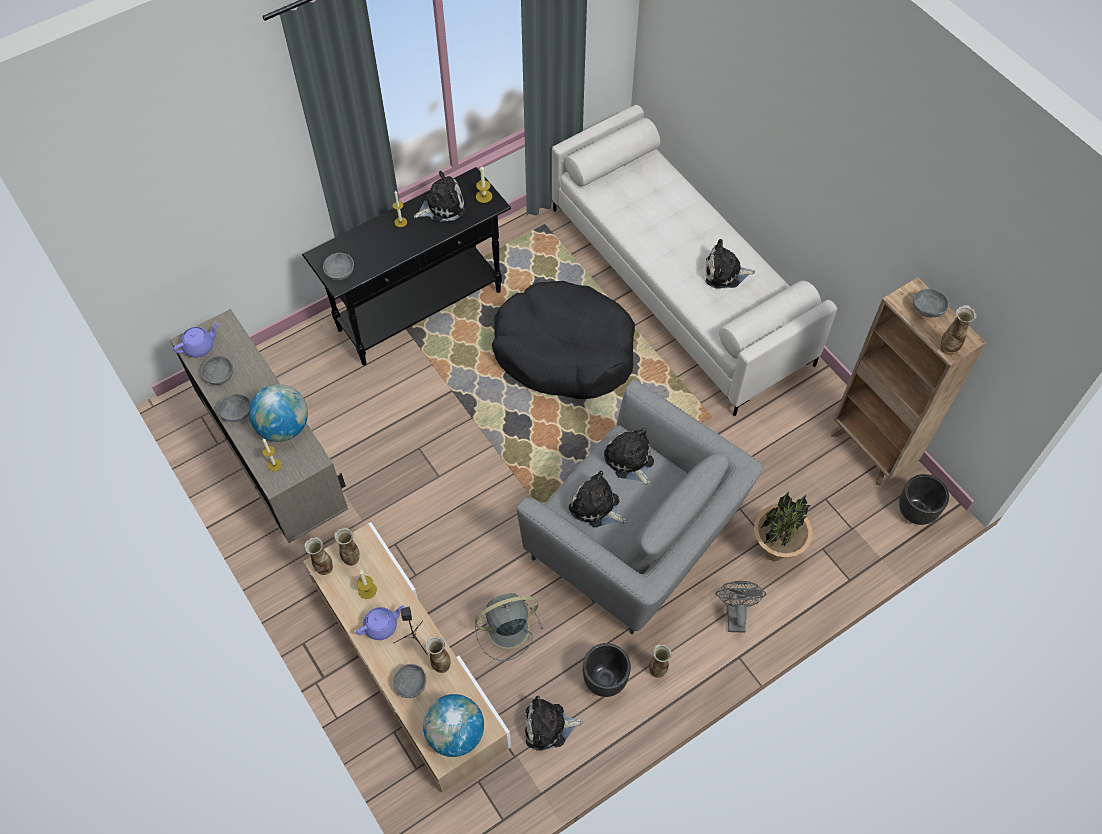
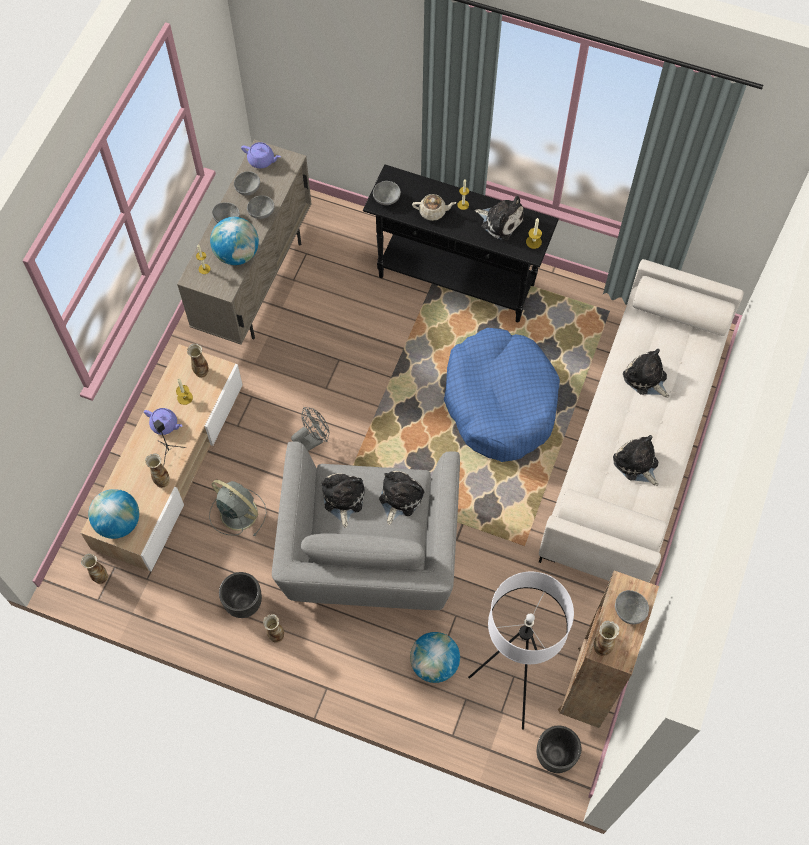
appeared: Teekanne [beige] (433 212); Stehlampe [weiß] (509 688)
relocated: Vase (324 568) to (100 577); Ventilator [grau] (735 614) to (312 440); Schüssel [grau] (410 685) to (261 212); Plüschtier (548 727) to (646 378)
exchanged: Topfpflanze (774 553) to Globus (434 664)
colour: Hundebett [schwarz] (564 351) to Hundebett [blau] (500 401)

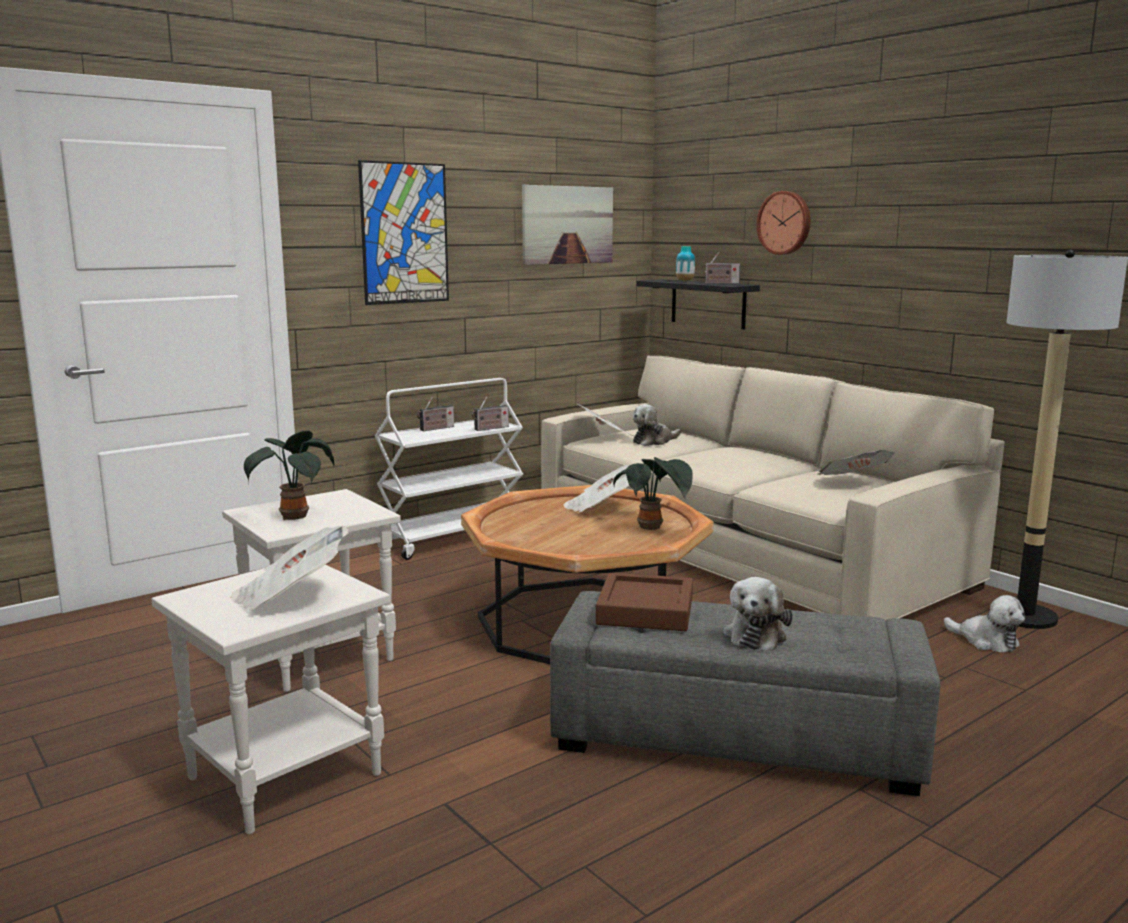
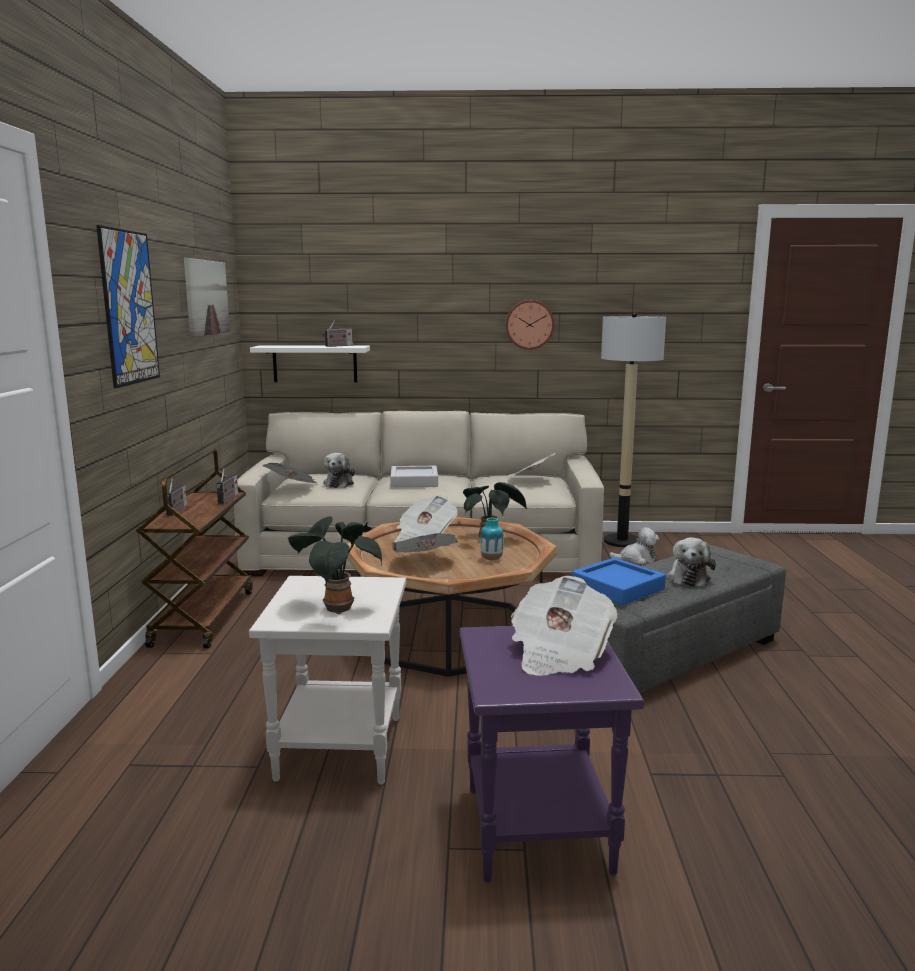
appeared: Tablett [grau] (414 481); Zeitung (424 561)
relocated: Wanduhr (785 223) to (529 324); Vase (685 281) to (491 559)
colour: Wandregal [schwarz] (708 303) to Wandregal [weiß] (315 363); Rollwagen [weiß] (452 538) to Rollwagen [braun] (203 617); Beistelltisch [weiß] (285 774) to Beistelltisch [lila] (534 828); Tablett [braun] (645 611) to Tablett [blau] (617 587)
spun: Plüschtier (756 635) = (688 577) 45 degrees clockwise

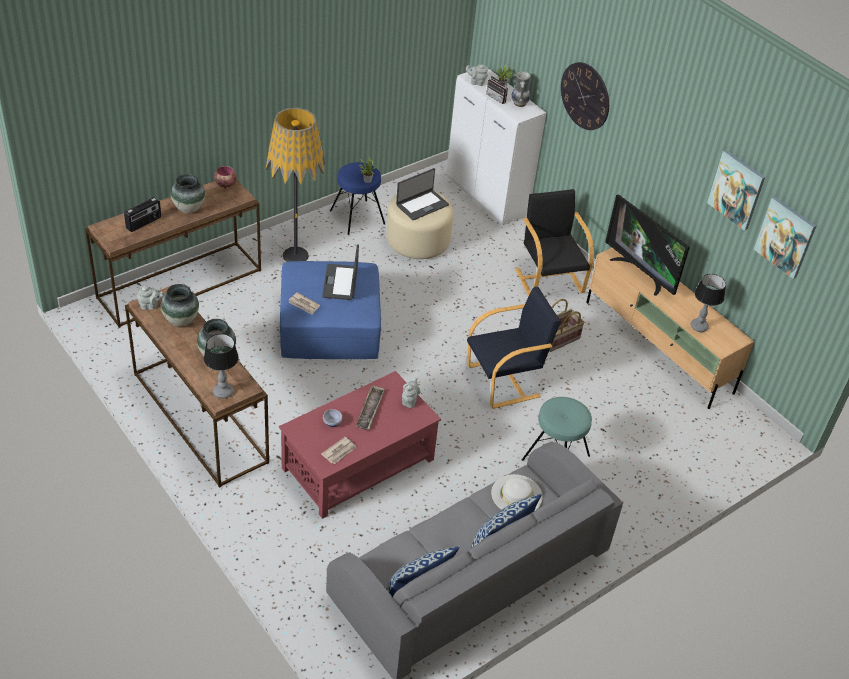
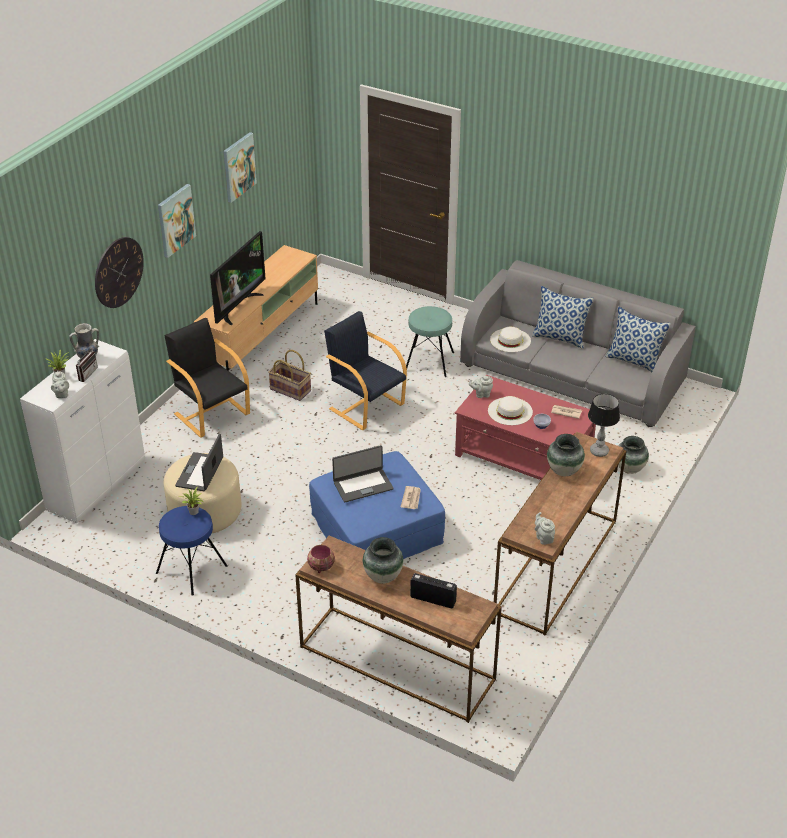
missing: Stehlampe (295 255); Tischlampe (698 327)
relocated: Bild (785 237) to (175 220); Vase (181 320) to (629 468)
exchanged: Tablett (370 410) to Hut [weiß] (510 411)
spun: Laptop (422 205) = (200 472) 105 degrees counterclockwise; Sessel [schwarz] (549 280) = (211 413) 90 degrees clockwise

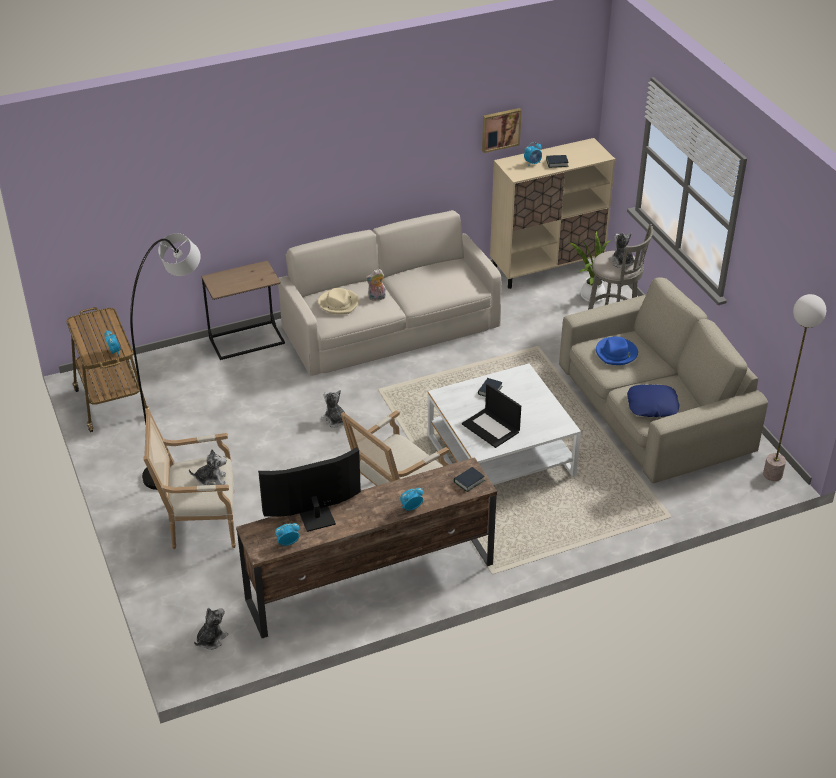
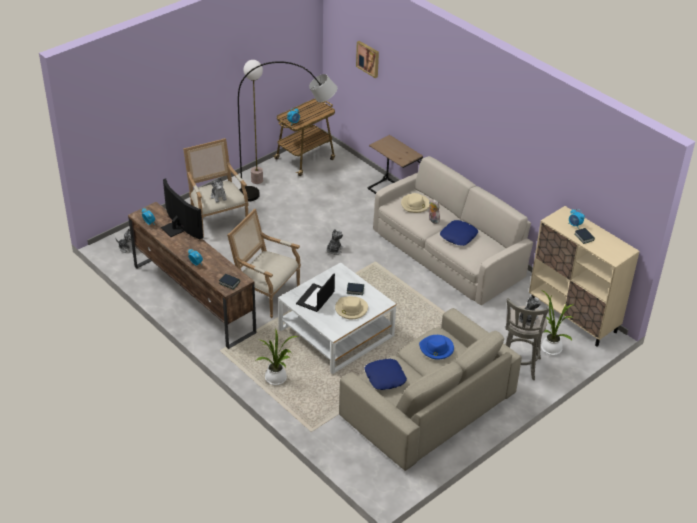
appeared: Kissen [blau] (459 236); Hut [beige] (351 309); Topfpflanze (277 379)
relocated: Bild (500 129) to (368 58); Stehlampe (773 474) to (256 180)

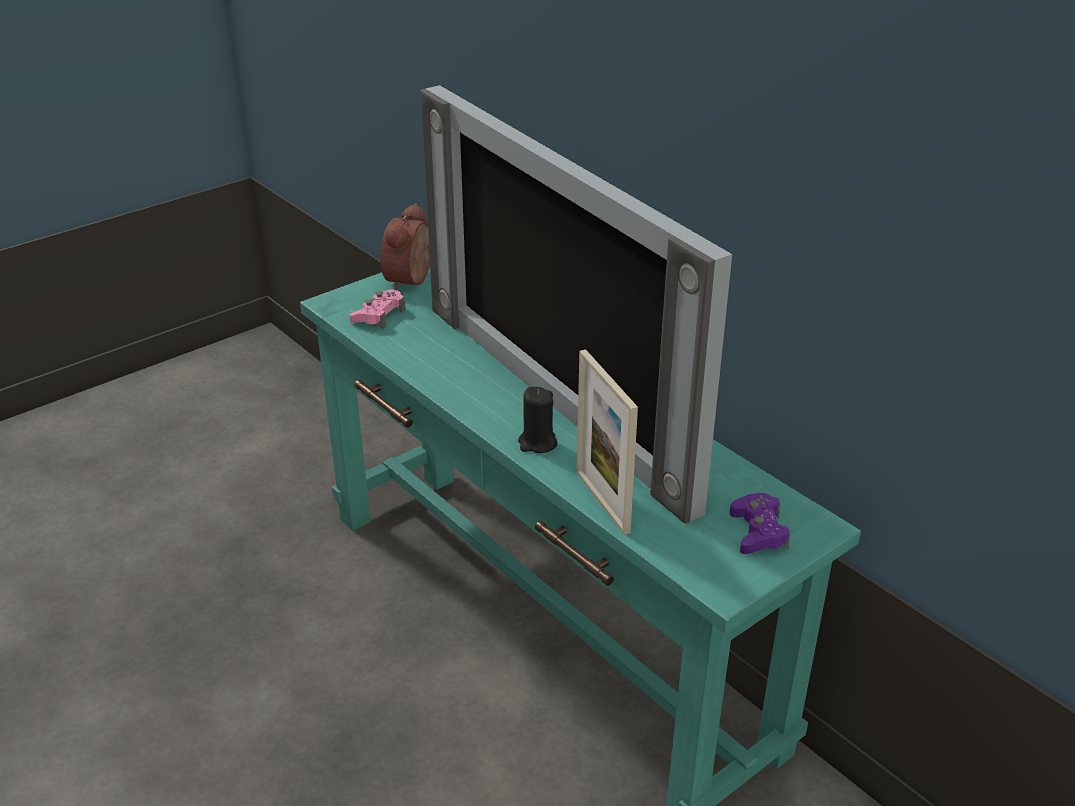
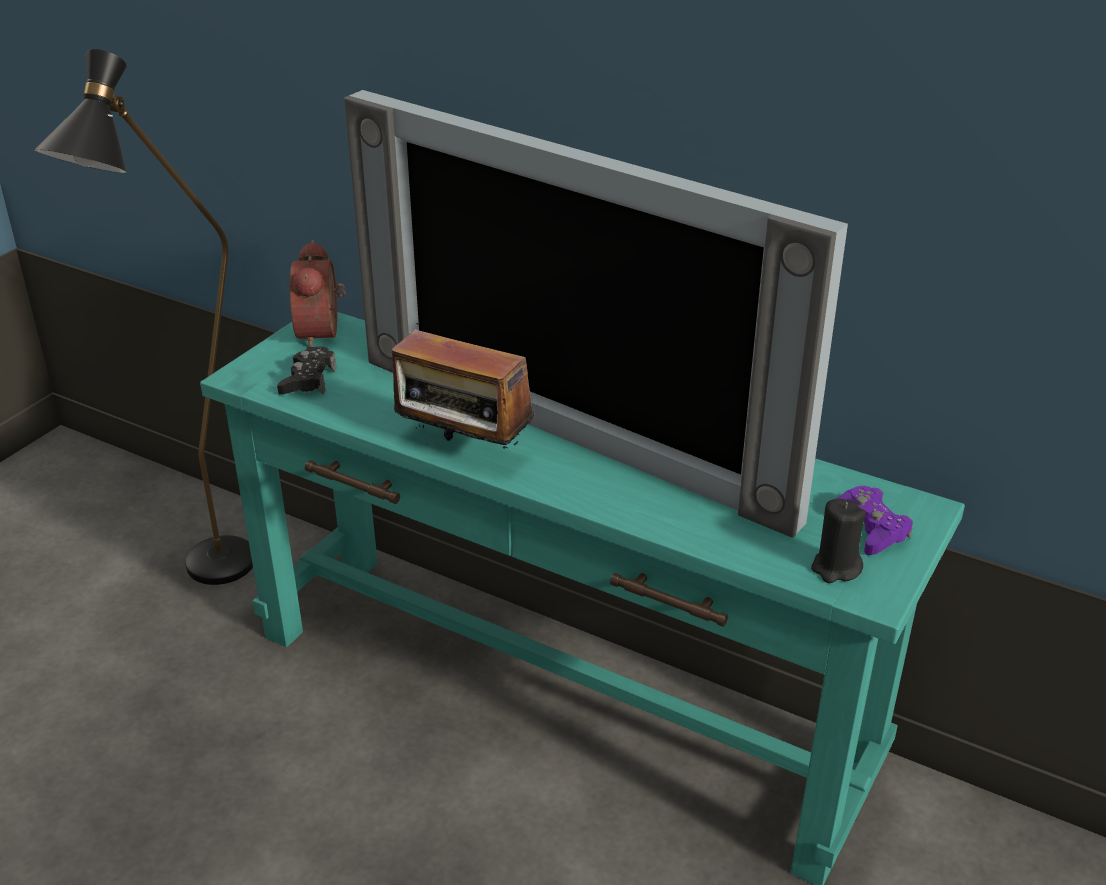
missing: Bilderrahmen (602 501)
appeared: Stehlampe [schwarz] (207 579); Radio (463 451)
relocated: Kerze [schwarz] (537 443) to (835 568)
colour: Gamepad [rosa] (378 315) to Gamepad [schwarz] (308 380)

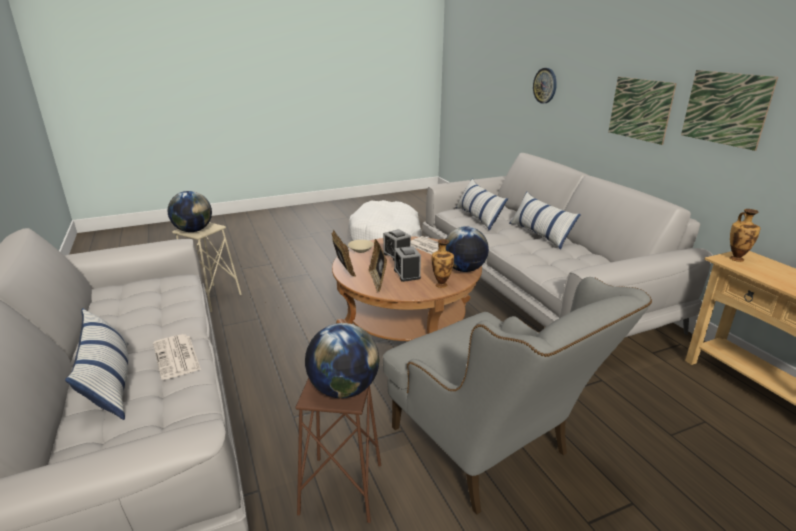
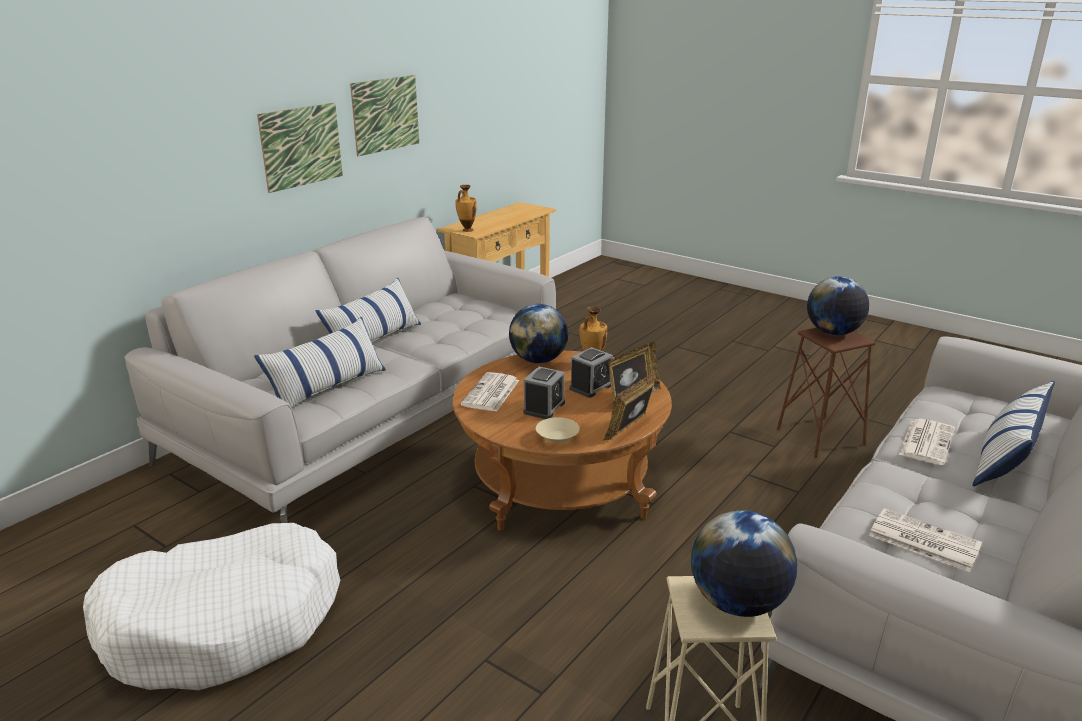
missing: Wanduhr (545 85); Sessel [grau] (490 451)
appeared: Zeitung (922 540)

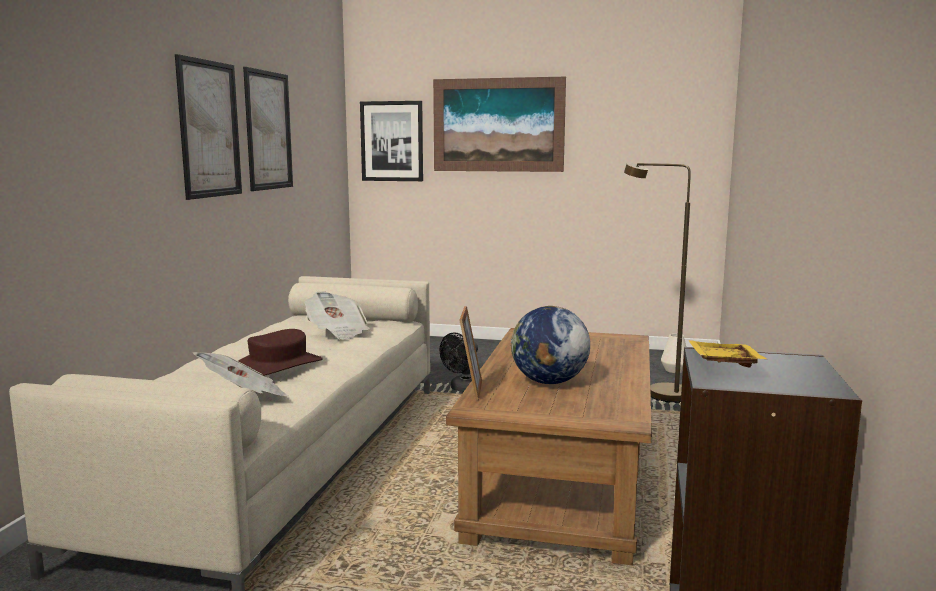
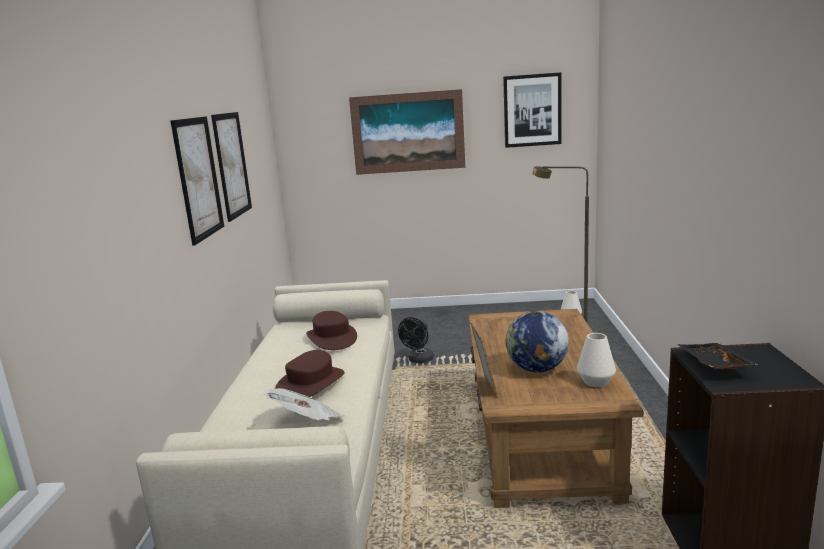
appeared: Vase [weiß] (596 381)
relocated: Bild (392 141) to (532 110)
exchanged: Zeitung (337 332) to Hut [braun] (332 338)
colour: Tablett [gelb] (721 364) to Tablett [schwarz] (712 365)

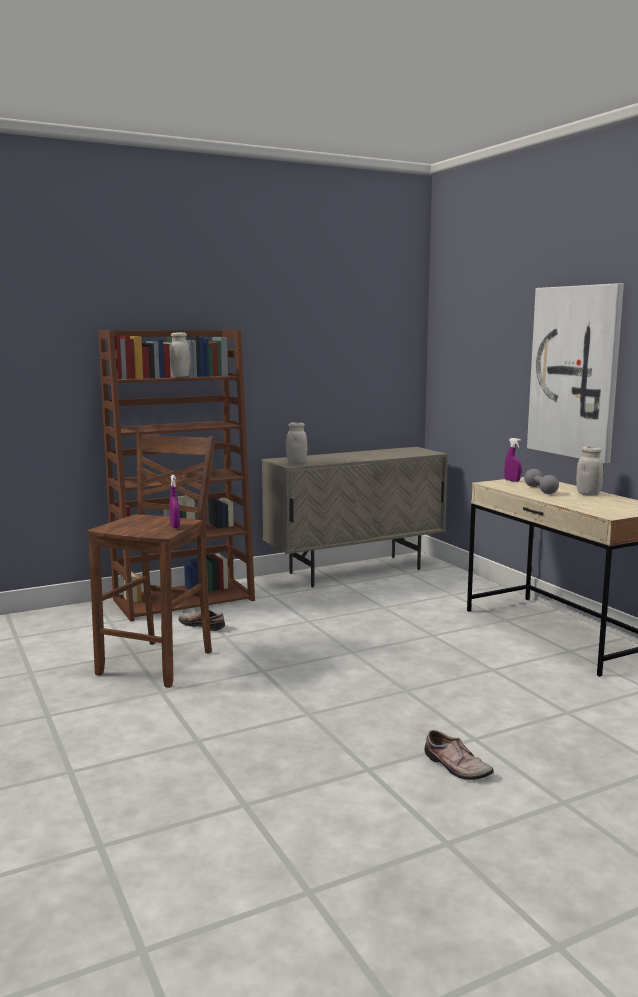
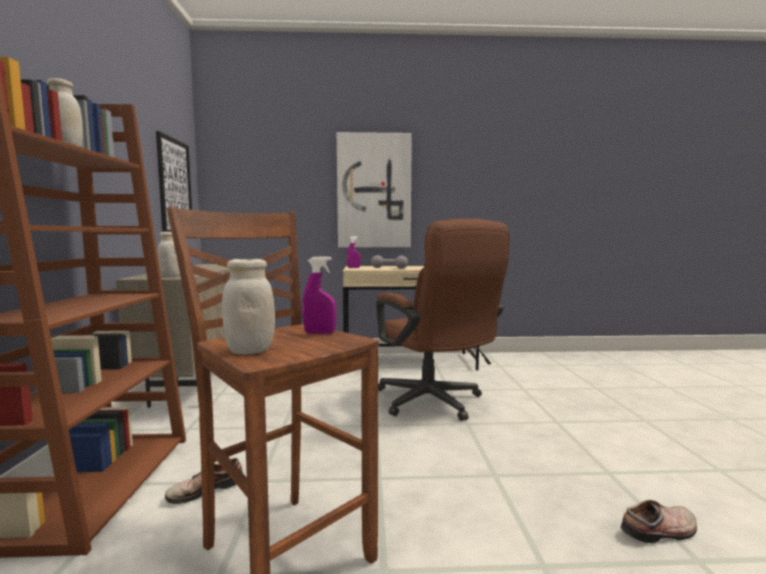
appeared: Bild (175 186); Bürostuhl [braun] (434 403)
relocated: Vorratsglas [weiß] (588 494) to (250 350); Schuh (455 767) to (661 531)

